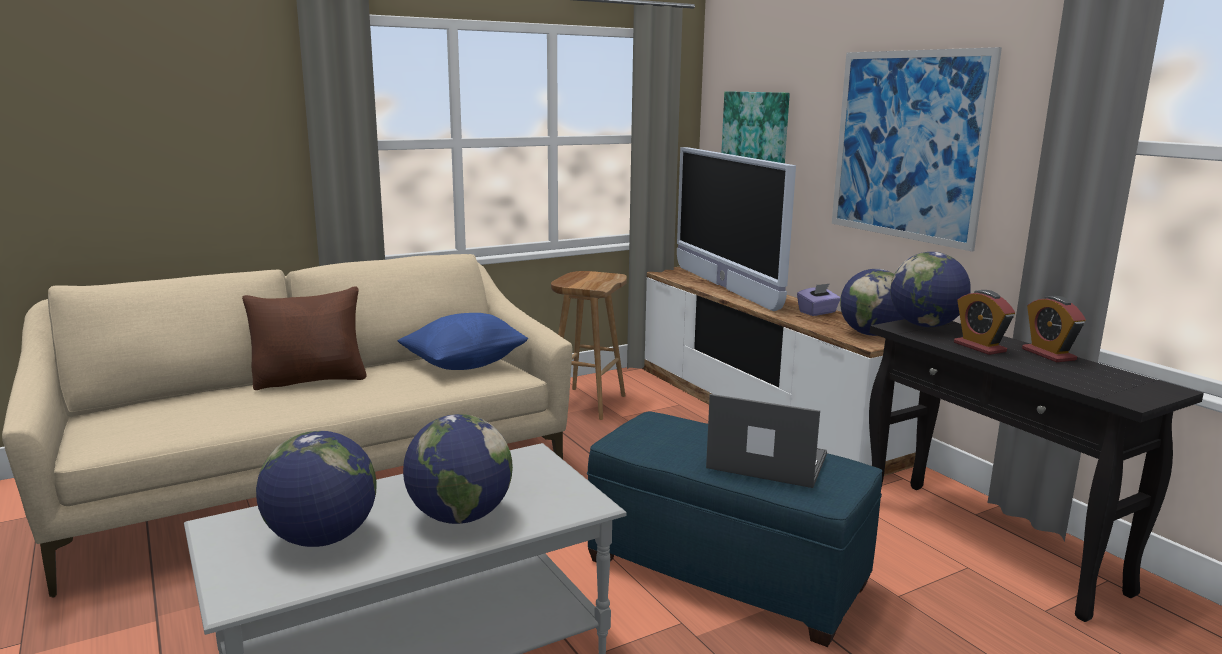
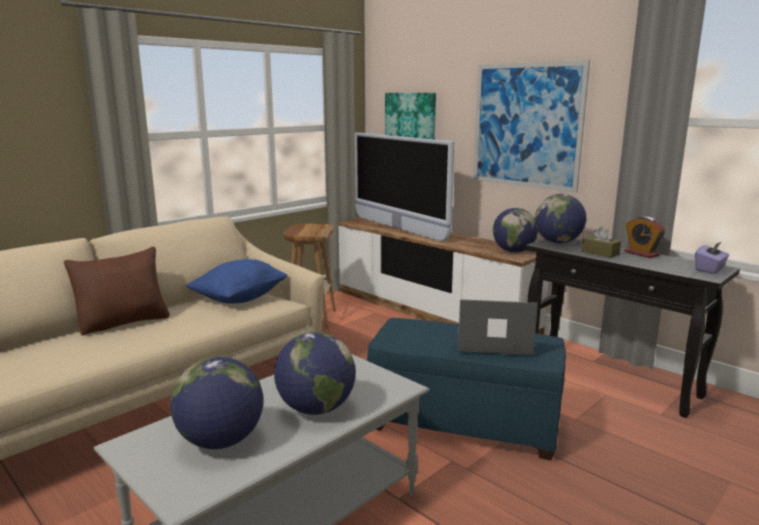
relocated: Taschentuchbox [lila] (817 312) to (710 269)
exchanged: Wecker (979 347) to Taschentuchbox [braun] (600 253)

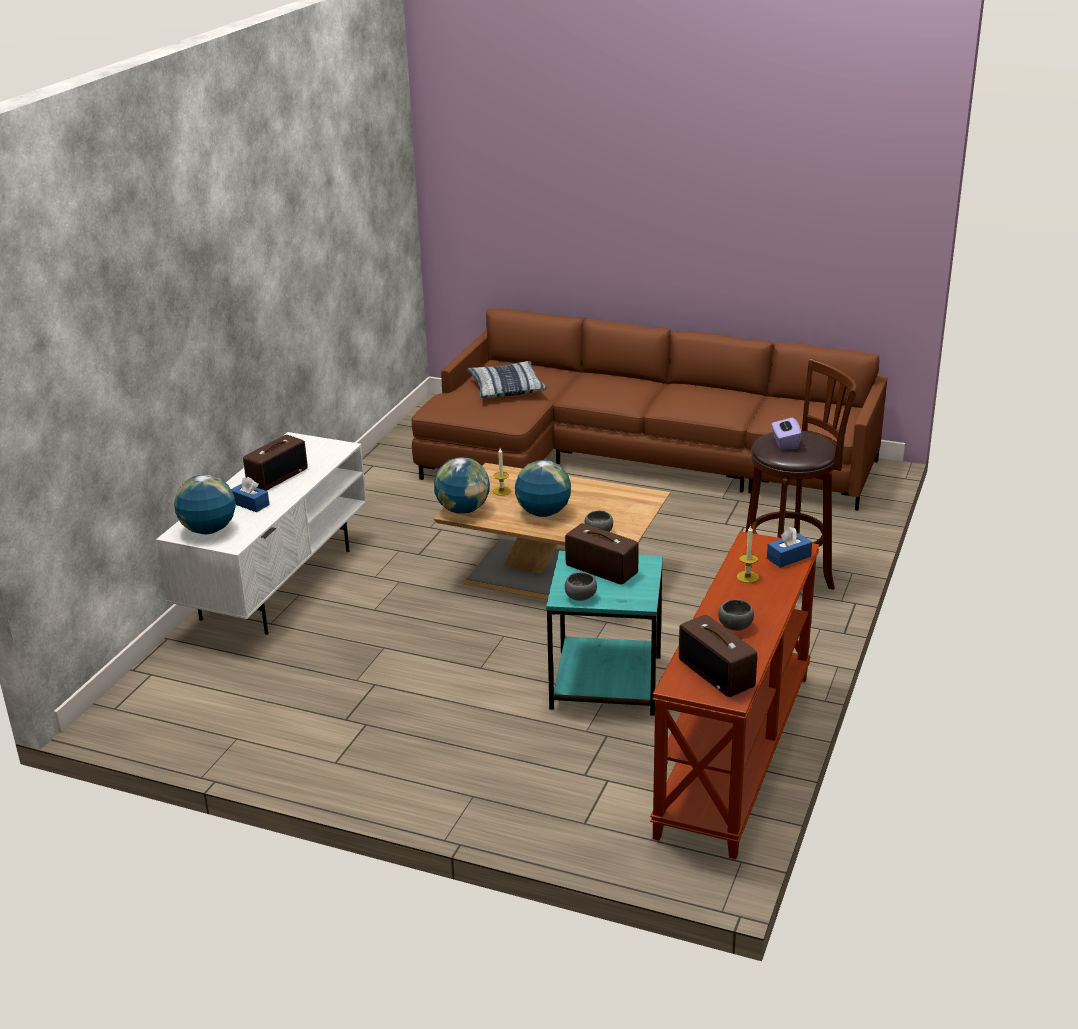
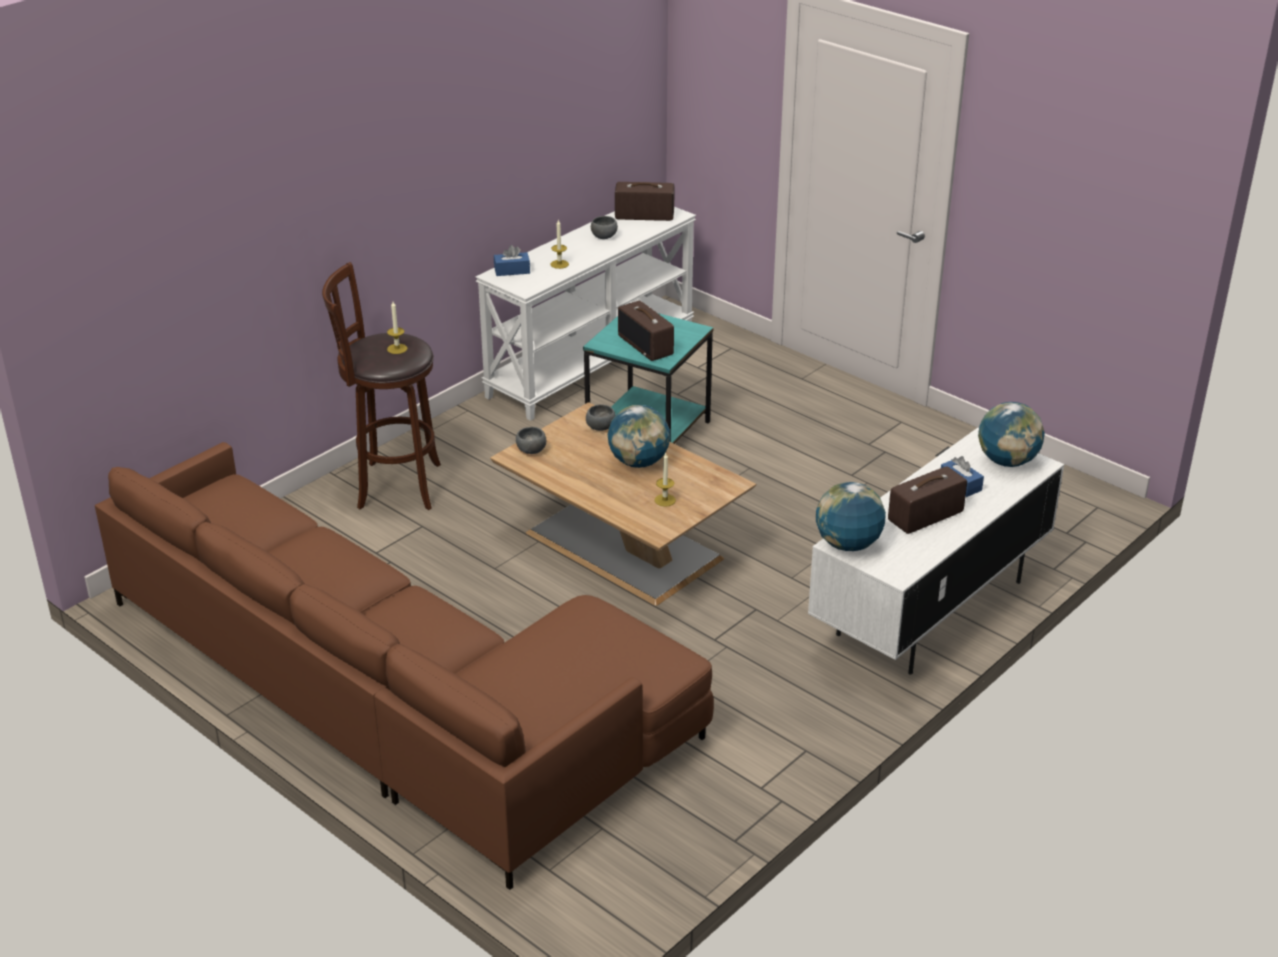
missing: Kissen (506 388)
relocated: Globus (463 510) to (848 544); Schüssel [grau] (581 597) to (530 450)
exchanged: Taschentuchbox [lila] (785 443) to Kerze (397 349)
colour: Konsolentisch [braun] (737 754) to Konsolentisch [weiß] (590 362)
spun: Radio (717 673) = (644 215) 75 degrees counterclockwise

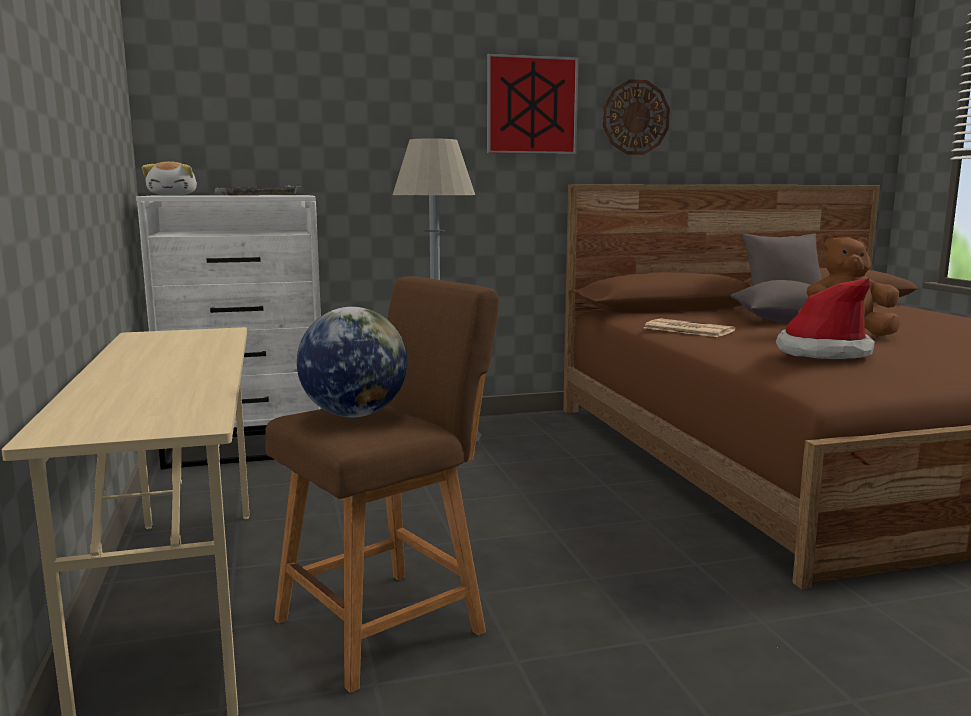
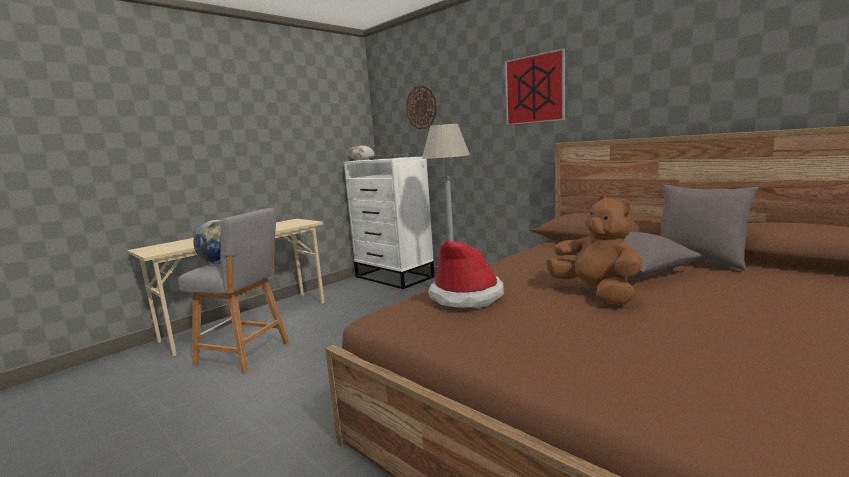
missing: Zeitung (687 329)
relocated: Wanduhr (635 117) to (421 108)
colour: Hocker [braun] (388 622) to Hocker [grau] (246 354)

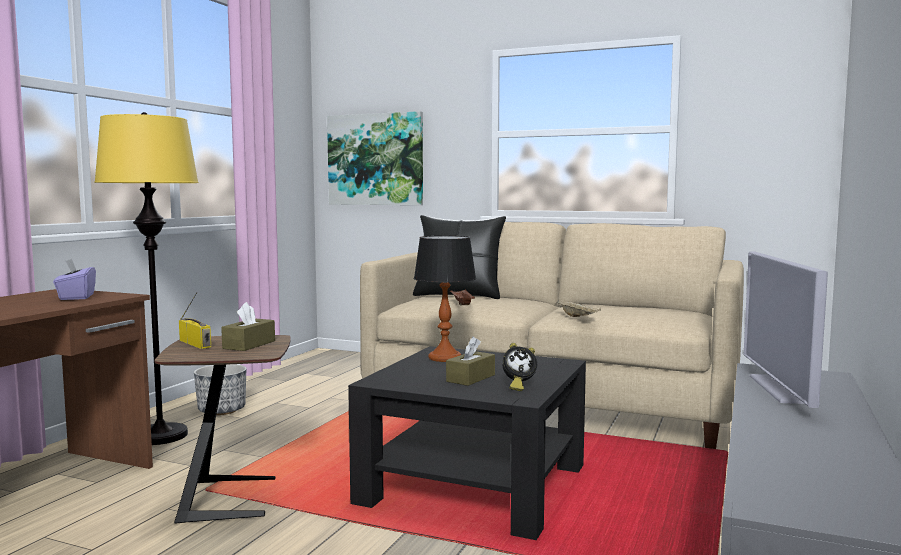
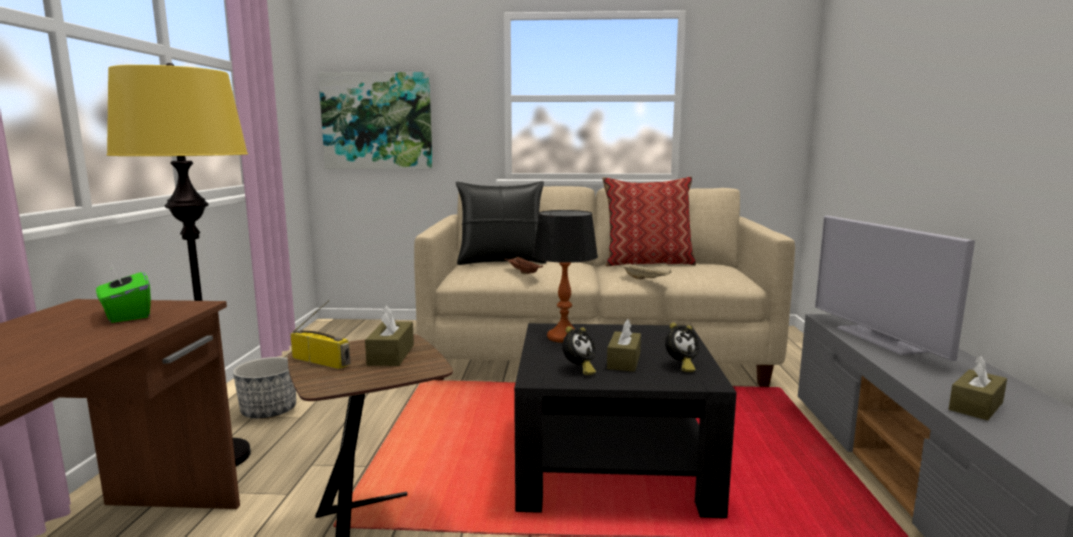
appeared: Kissen (647 263); Wecker (579 369); Taschentuchbox [braun] (976 406)
colour: Taschentuchbox [lila] (76 297) to Taschentuchbox [grün] (127 315)

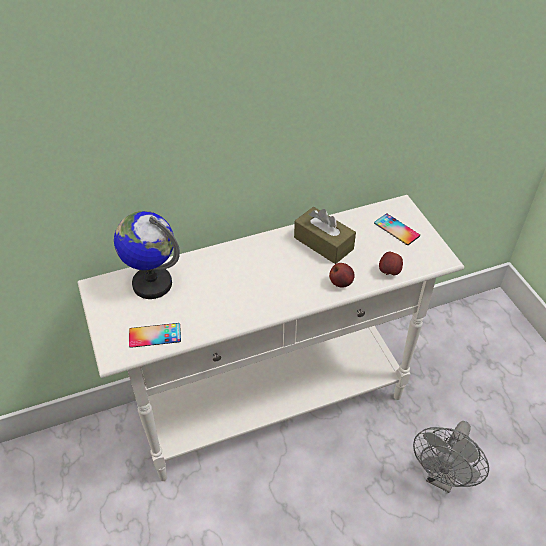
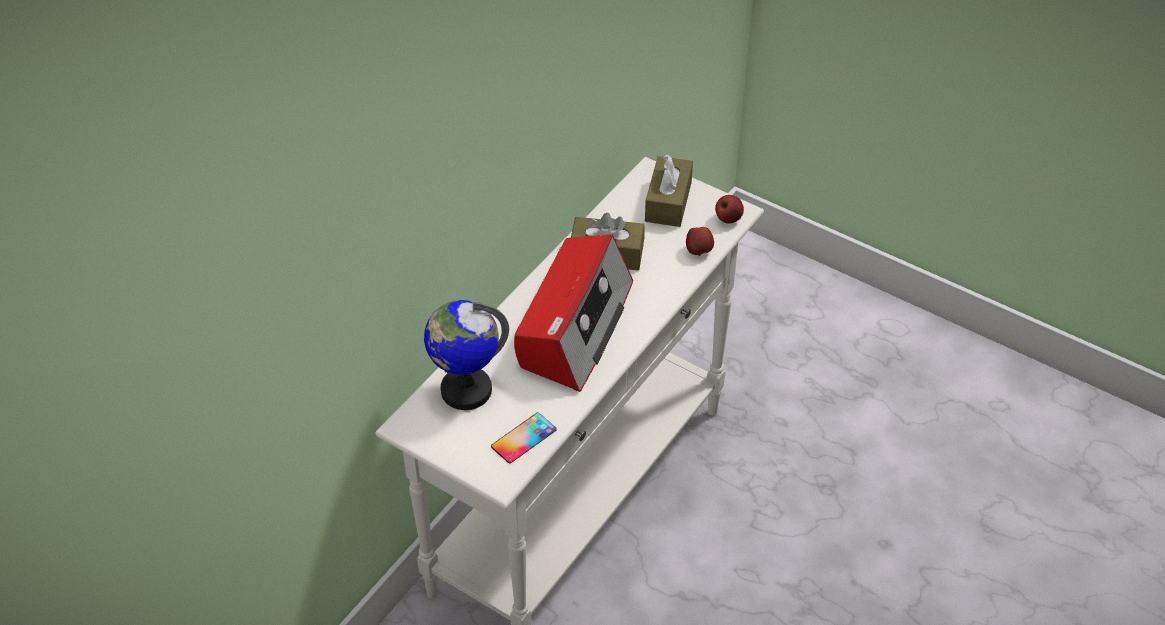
missing: Ventilator [grau] (442 477)
appeared: Radio (574 326)
relocated: Apfel (341 283) to (728 219)
exchanged: Handy (396 229) to Taschentuchbox [braun] (668 202)

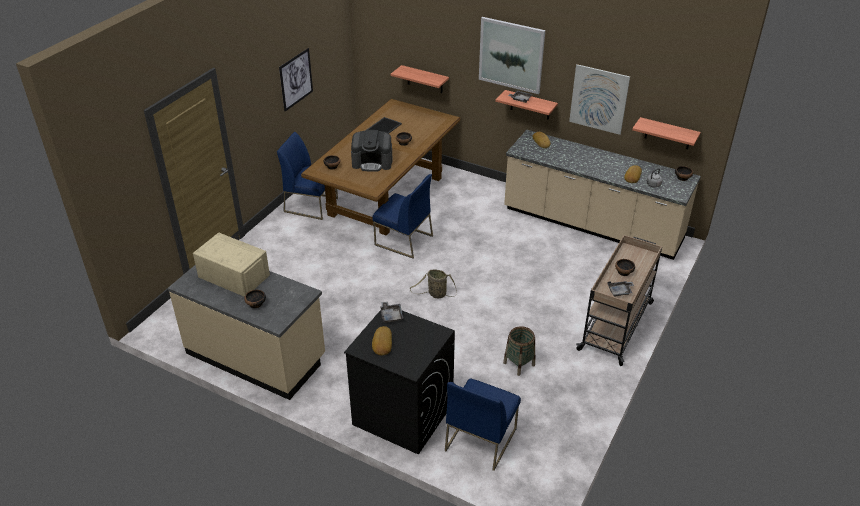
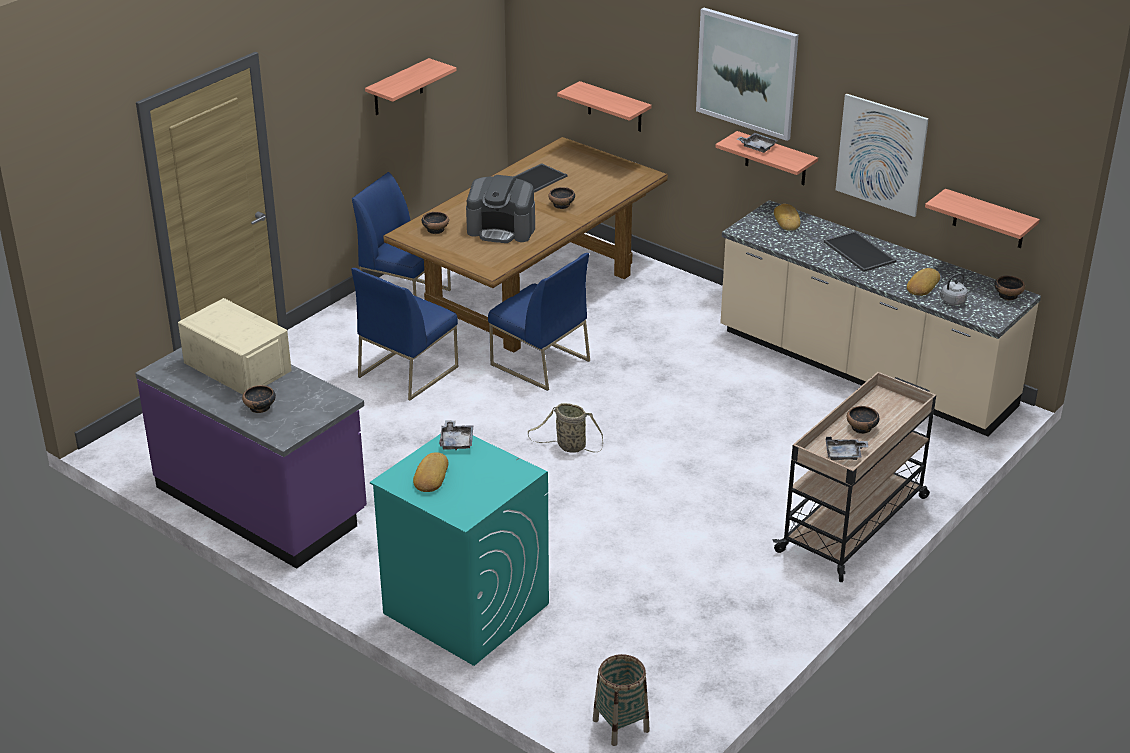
appeared: Tablett (860 252)
relocated: Korb (519 364) to (620 725); Stuhl [blau] (480 439) to (408 371)
exchanged: Bild (296 79) to Wandregal (398 88)
colour: Küchenzeile [beige] (256 355) to Küchenzeile [lila] (262 501); Waschmaschine [schwarz] (402 414) to Waschmaschine [türkis] (464 608)

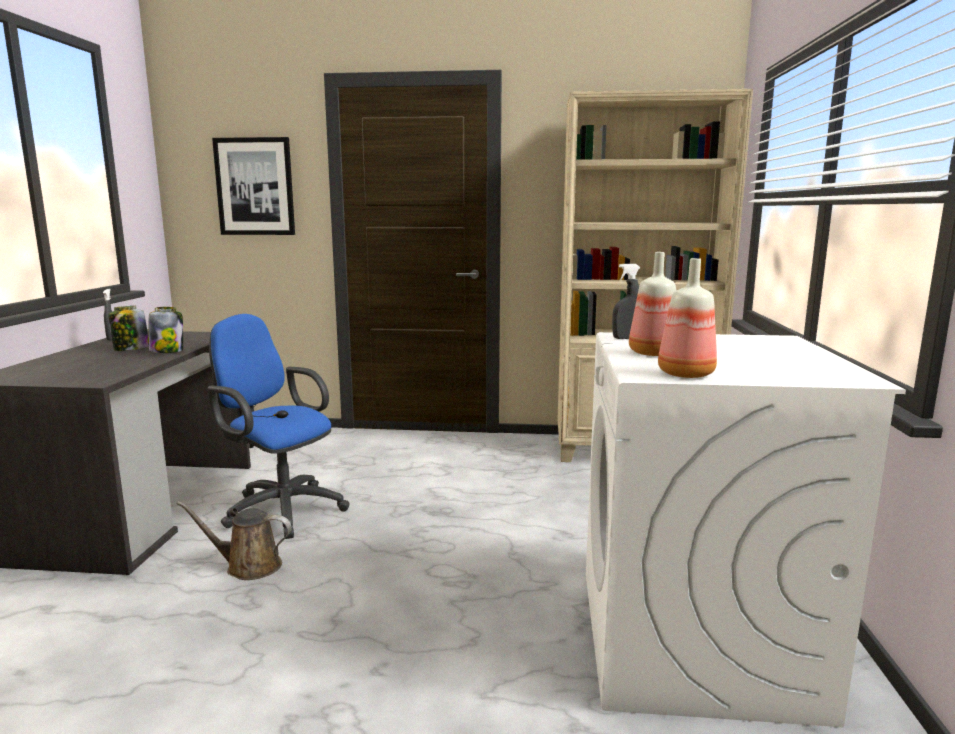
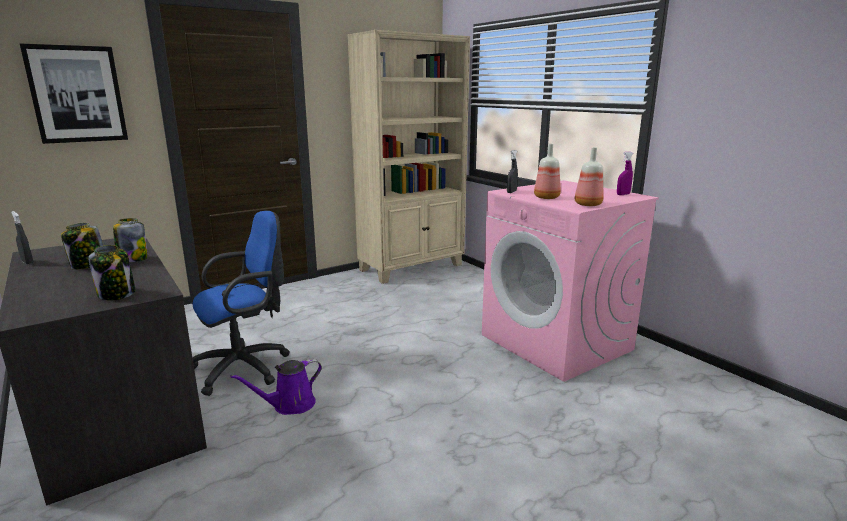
appeared: Sprühflasche [lila] (623 194); Vorratsglas (117 294)
colour: Waschmaschine [weiß] (694 641) to Waschmaschine [rosa] (557 342); Gießkanne [braun] (248 566) to Gießkanne [lila] (290 405)
spun: Bürostuhl [blau] (280 509) = (246 367) 150 degrees clockwise

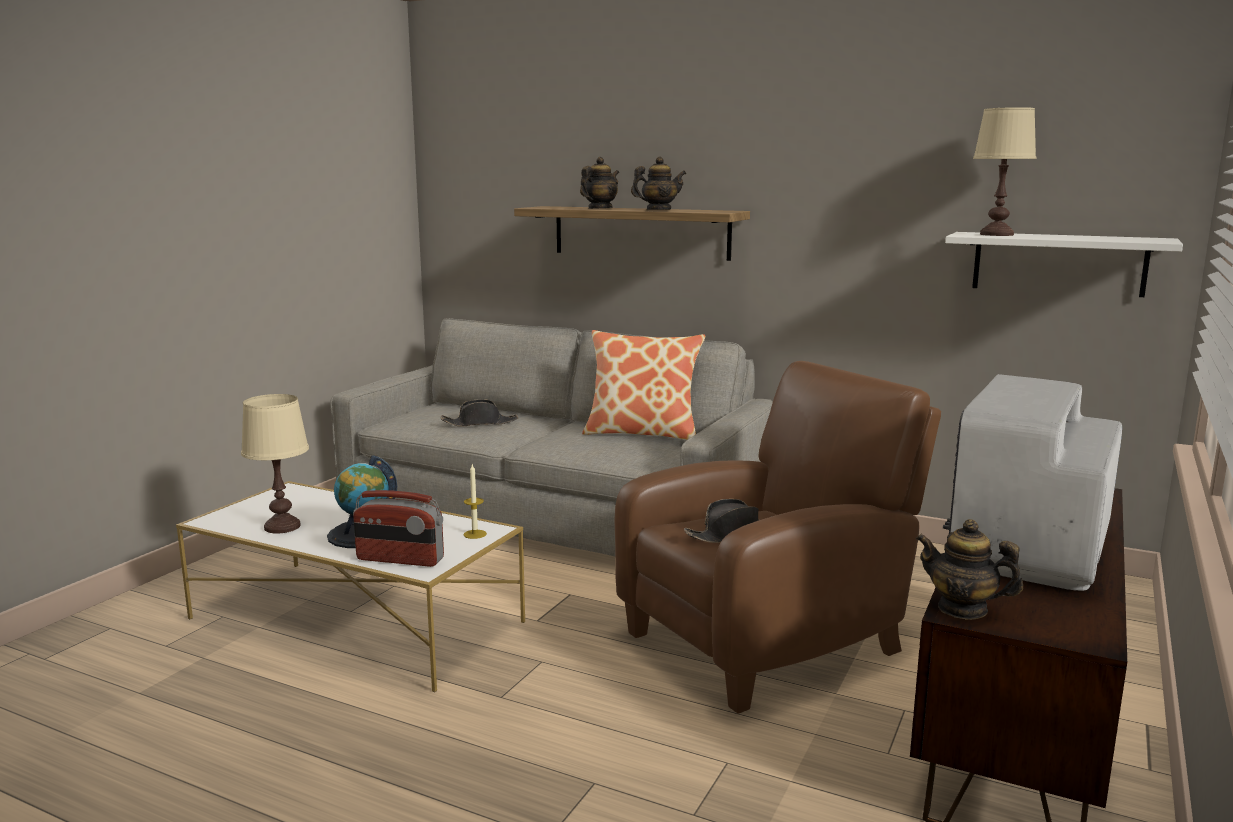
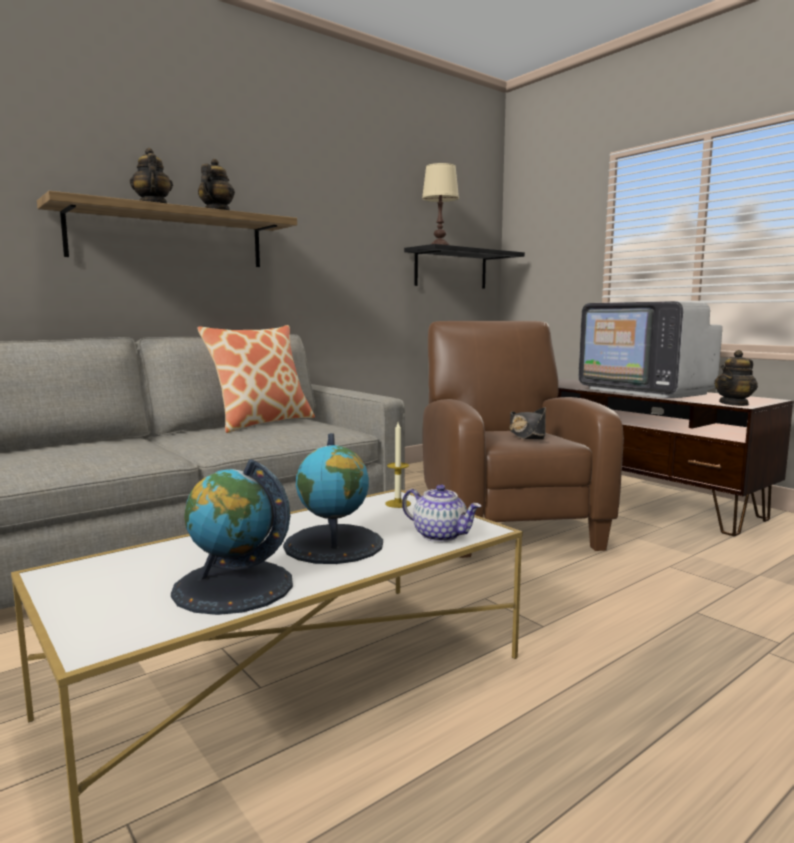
missing: Hut [schwarz] (480 423)
exchanged: Tischlampe [beige] (282 527) to Globus (233 587); Radio (400 559) to Teekanne (441 535)
colour: Wandregal [weiß] (1058 263) to Wandregal [schwarz] (451 269)

